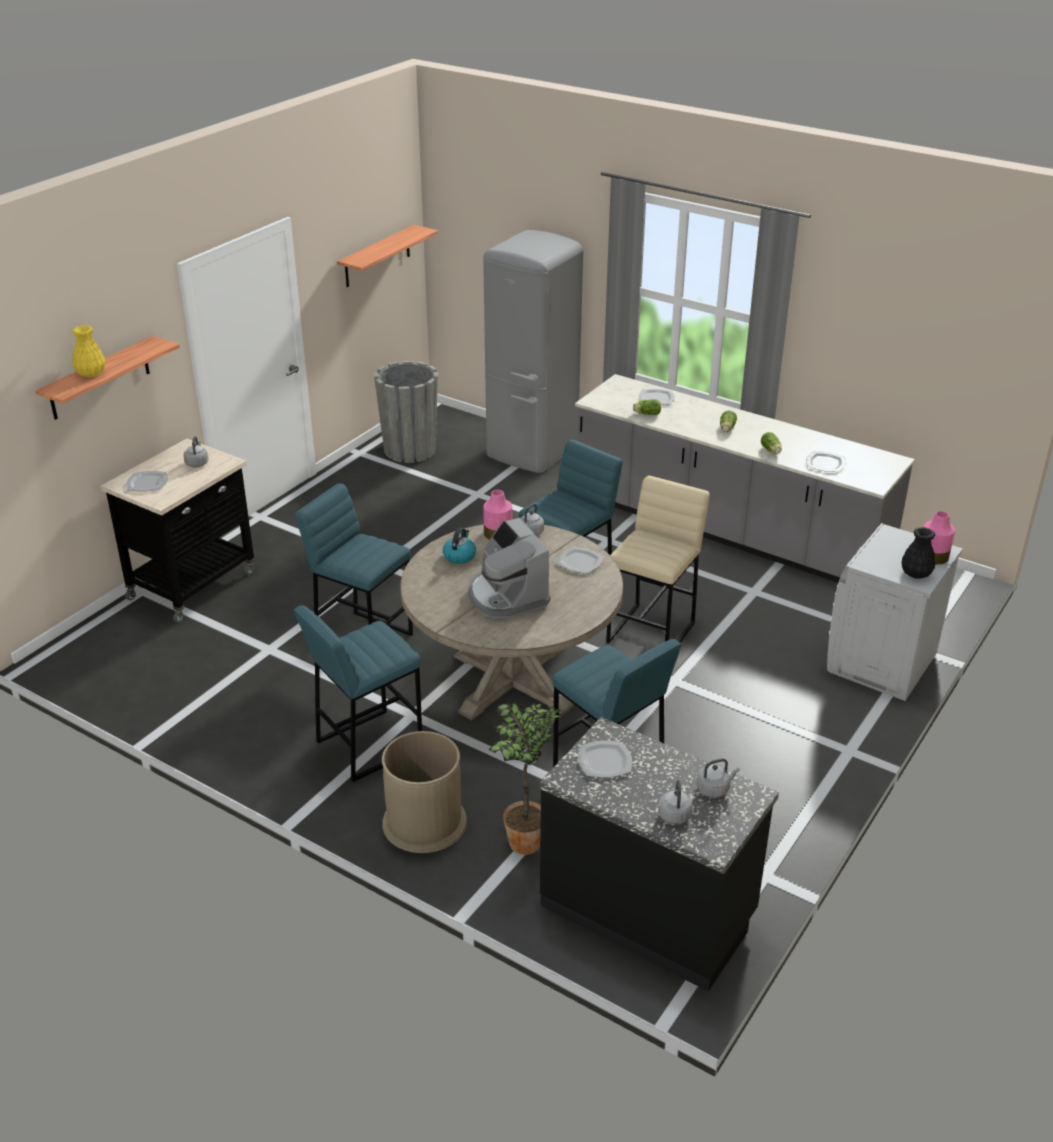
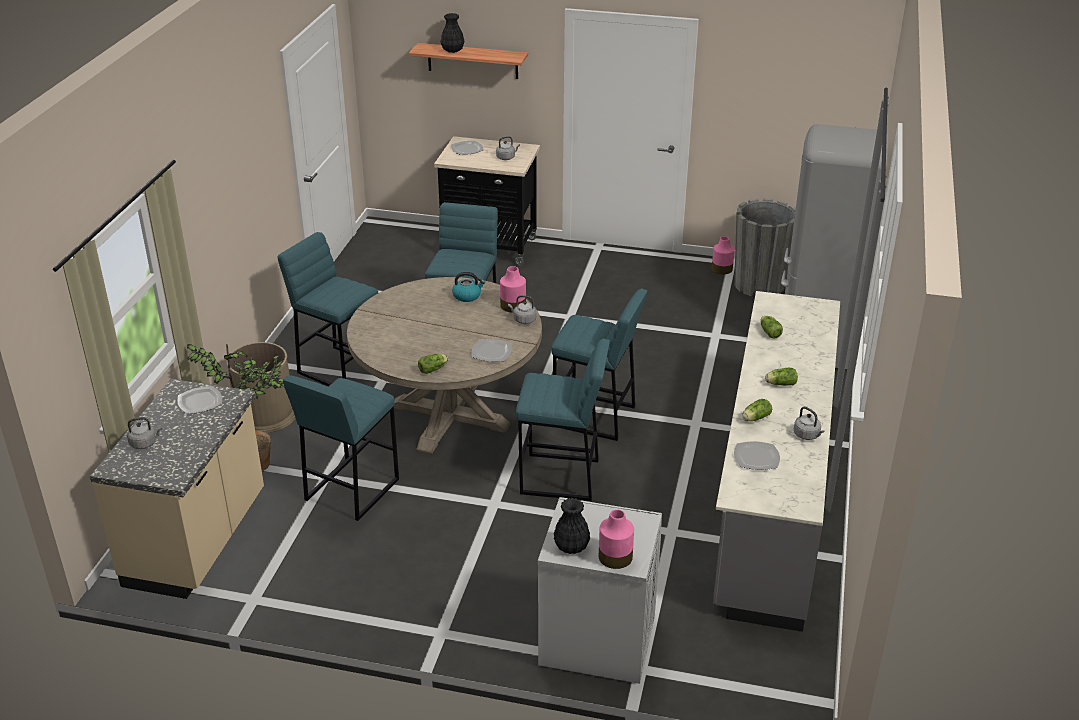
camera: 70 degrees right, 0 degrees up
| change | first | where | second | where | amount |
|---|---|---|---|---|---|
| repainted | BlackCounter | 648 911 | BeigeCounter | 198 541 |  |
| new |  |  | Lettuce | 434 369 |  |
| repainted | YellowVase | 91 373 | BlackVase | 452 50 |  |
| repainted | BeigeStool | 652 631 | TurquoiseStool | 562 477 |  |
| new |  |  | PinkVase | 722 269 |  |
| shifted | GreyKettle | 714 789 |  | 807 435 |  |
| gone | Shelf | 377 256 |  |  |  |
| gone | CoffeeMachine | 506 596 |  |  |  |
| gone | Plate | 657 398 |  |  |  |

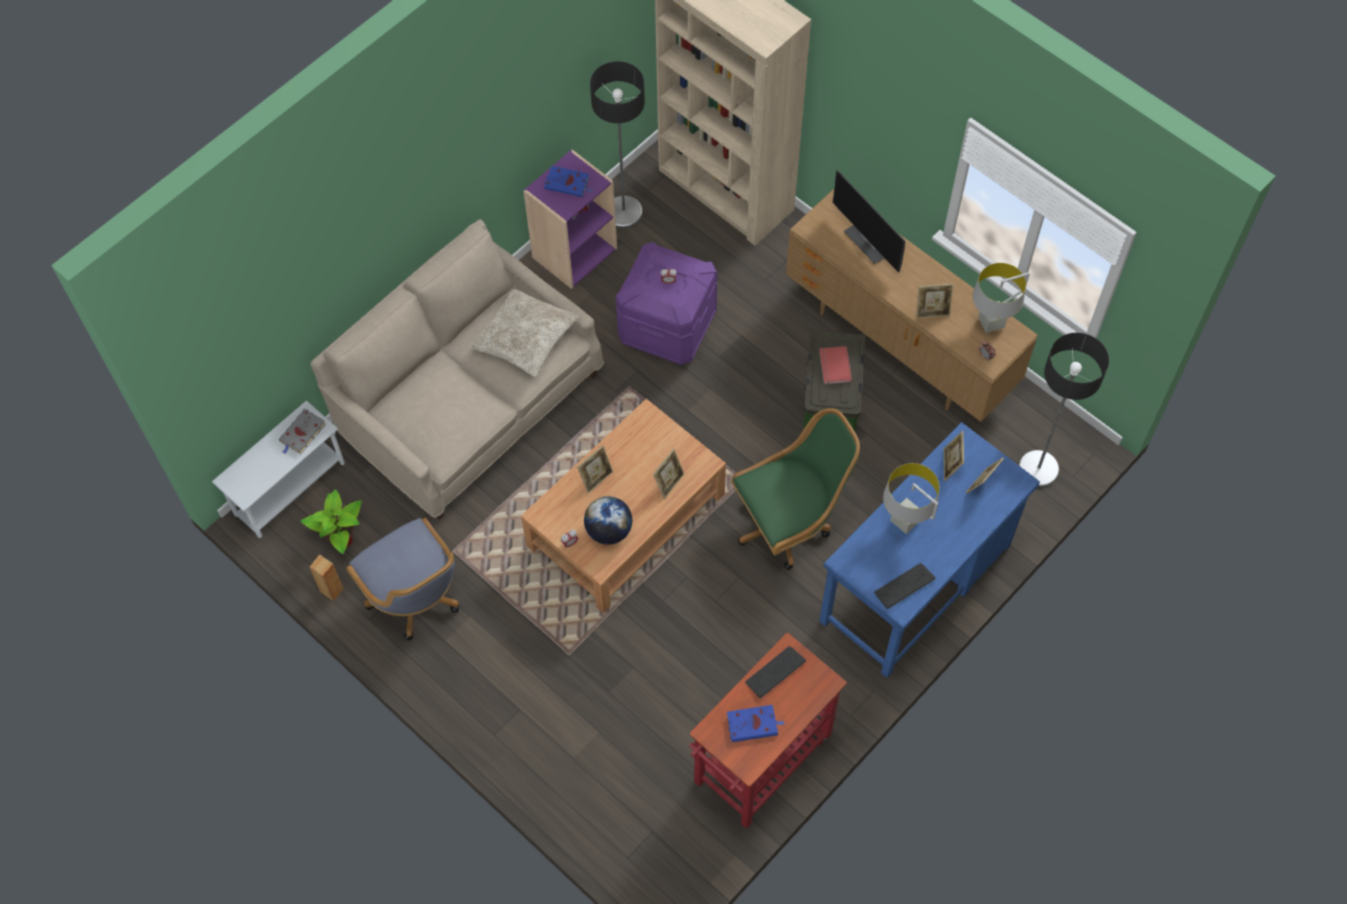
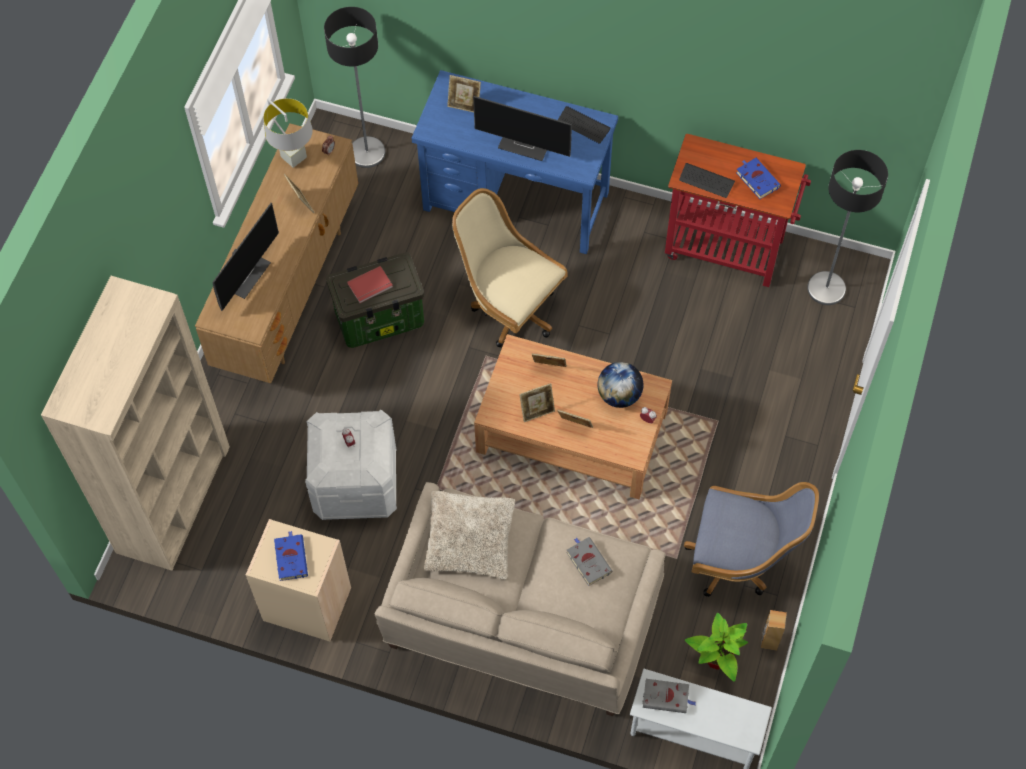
camera: 115 degrees left, 0 degrees up
| change | first | where | second | where | amount |
|---|---|---|---|---|---|
| repainted | PurpleBookcase | 574 251 | BeigeBookcase | 305 604 |  |
| repainted | PurpleStorageBox | 668 326 | WhiteStorageBox | 355 483 |  |
| repainted | GreenOfficeChair | 789 523 | BeigeOfficeChair | 508 308 |  |
| swapped | GreyTableLamp | 905 522 | Monitor | 526 144 |  |
| shifted | PictureFrame | 950 465 |  | 537 411 |  |
| new |  |  | GreyBook | 588 561 |  |
| rotated | BlueOfficeChair | 419 602 |  | 739 561 | 75 degrees clockwise |
| shifted | FloorLamp | 623 212 |  | 826 289 |  |

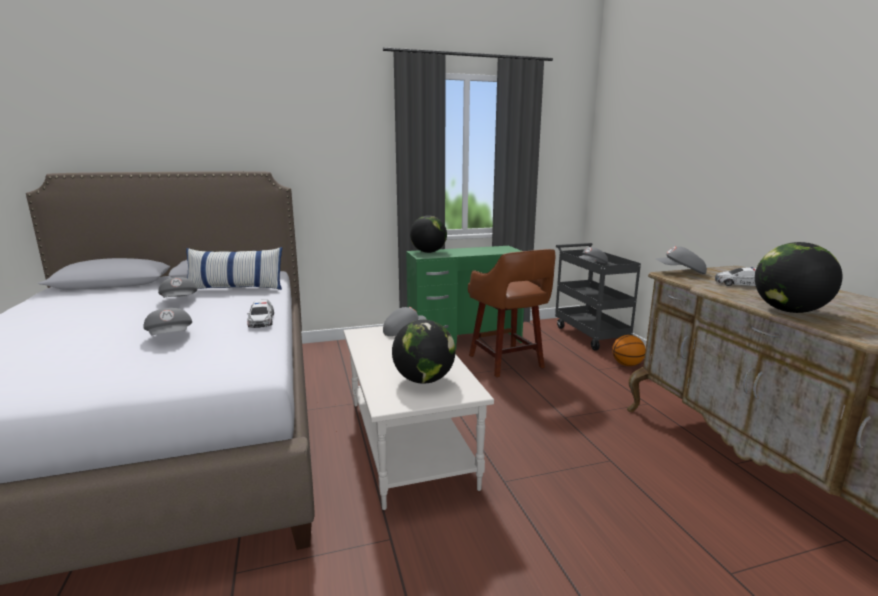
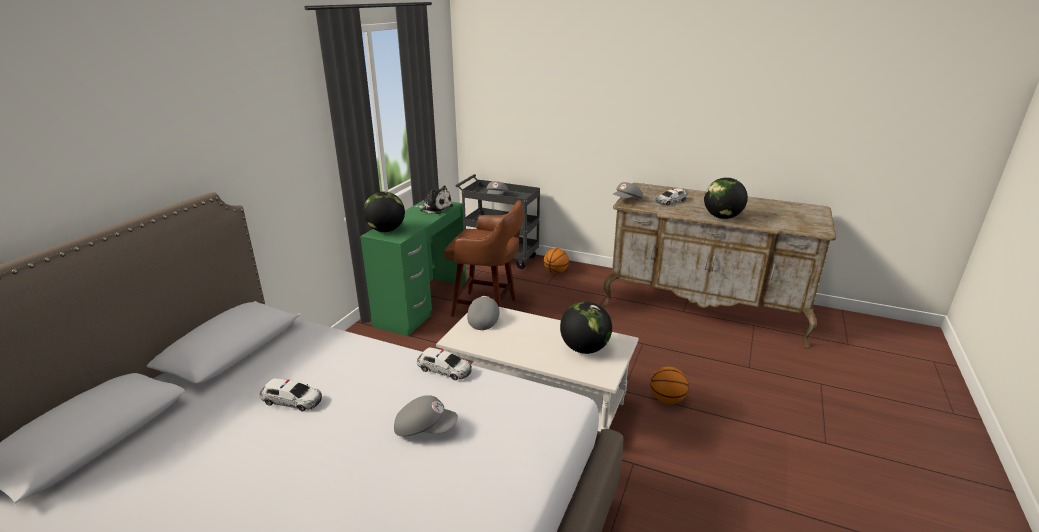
camera: 50 degrees left, 10 degrees up
| change | first | where | second | where | amount |
|---|---|---|---|---|---|
| swapped | GreyCap | 180 301 | ToyCar | 292 400 |  |
| new |  |  | PlushToy | 434 208 |  |
| new |  |  | Basketball | 666 399 |  |
| gone | Pillow | 235 288 |  |  |  |

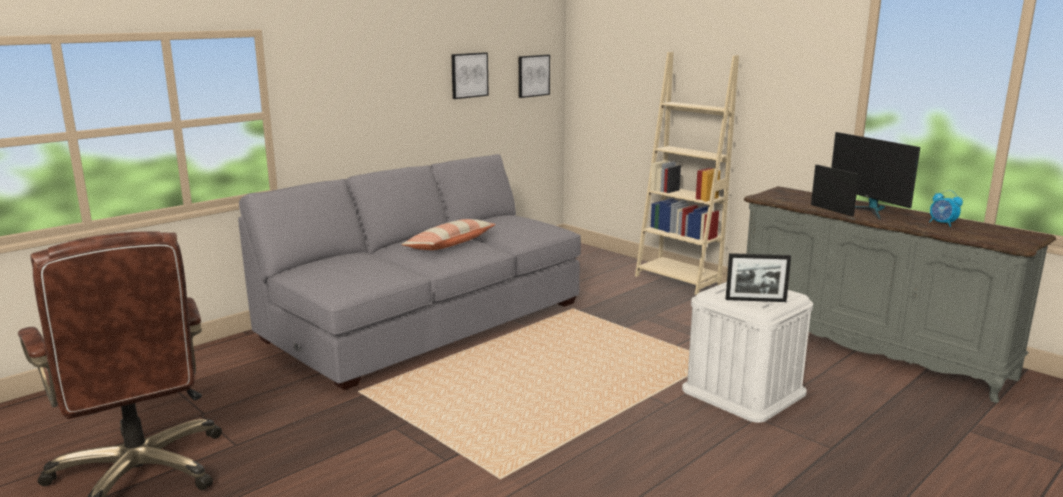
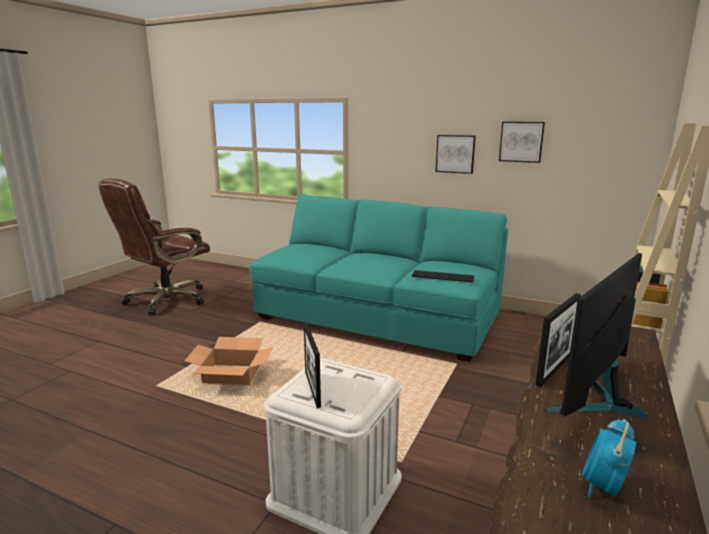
camera: 70 degrees right, 0 degrees up
| change | first | where | second | where | amount |
|---|---|---|---|---|---|
| new |  |  | CardboardBox | 231 375 |  |
| repainted | GreySofa | 425 320 | TurquoiseSofa | 376 316 |  |
| new |  |  | Keyboard | 443 276 |  |
| shifted | Picture | 533 75 |  | 455 154 |  |
| gone | Pillow | 450 244 |  |  |  |

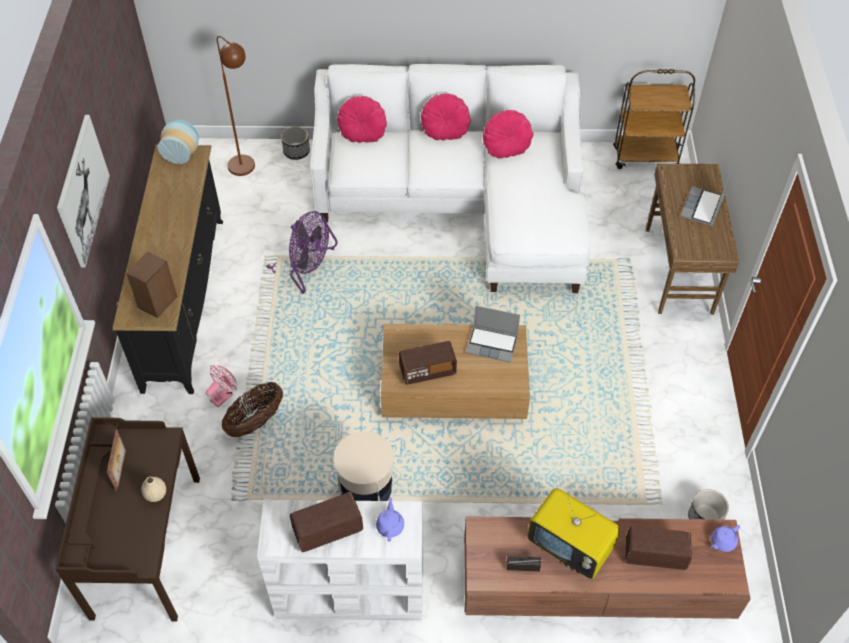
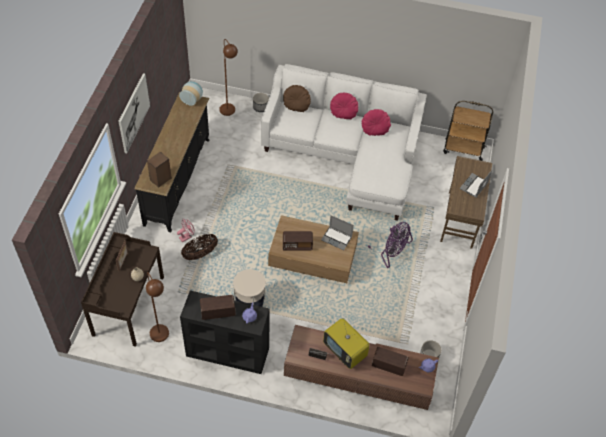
camera: 10 degrees right, 0 degrees up
| change | first | where | second | where | amount |
|---|---|---|---|---|---|
| new |  |  | BrownFloorLamp | 162 338 |  |
| repainted | WhiteBookcase | 350 593 | BlackBookcase | 227 352 |  |
| repainted | PinkPillow | 363 136 | BrownPillow | 296 107 |  |
| shifted | PurpleFan | 305 268 |  | 390 252 |  |

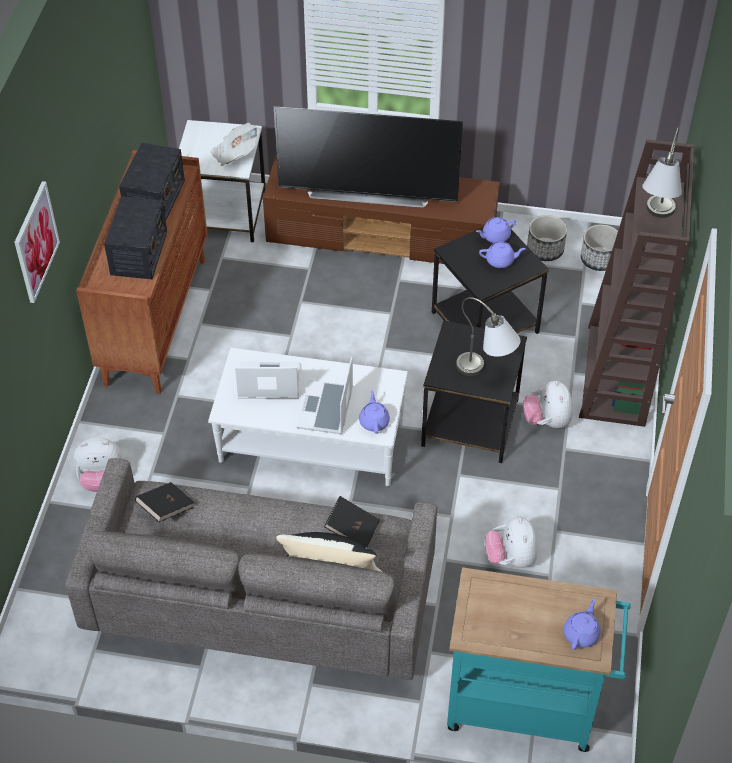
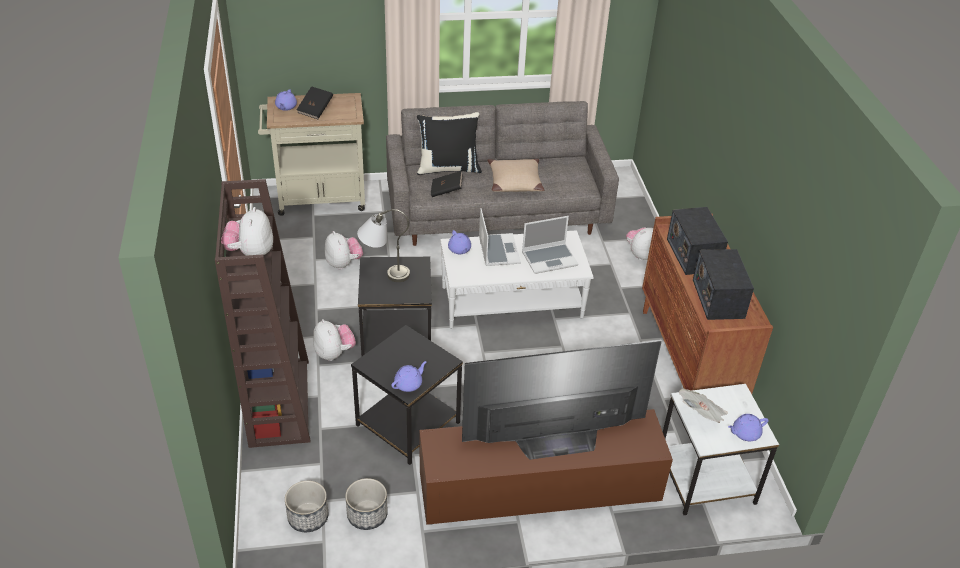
camera: 160 degrees right, 10 degrees down
| change | first | where | second | where | amount |
|---|---|---|---|---|---|
| swapped | GreyTableLamp | 655 220 | PlushToy | 250 253 |  |
| repainted | TurquoiseCart | 526 706 | BeigeCart | 318 199 |  |
| shifted | BlackBook | 166 509 |  | 315 110 |  |
| new |  |  | BeigePillow | 514 181 |  |
| shifted | PurpleTeapot | 500 261 |  | 745 433 |  |
| gone | Picture | 35 242 |  |  |  |

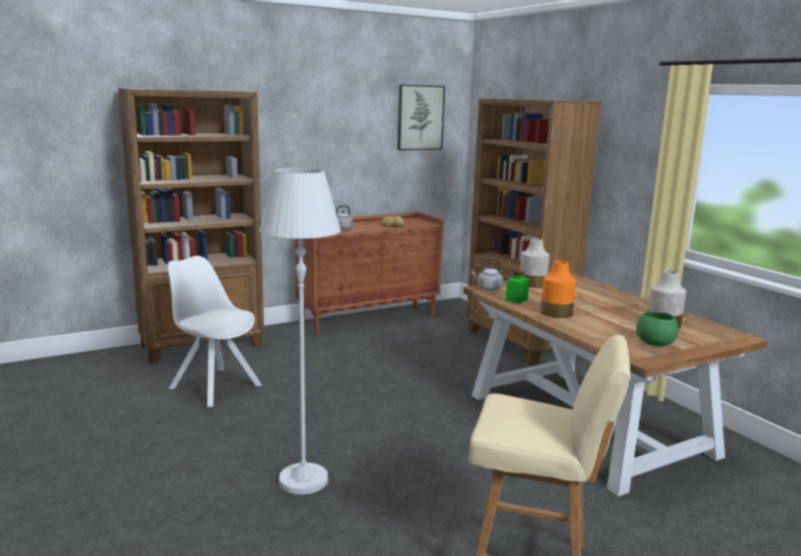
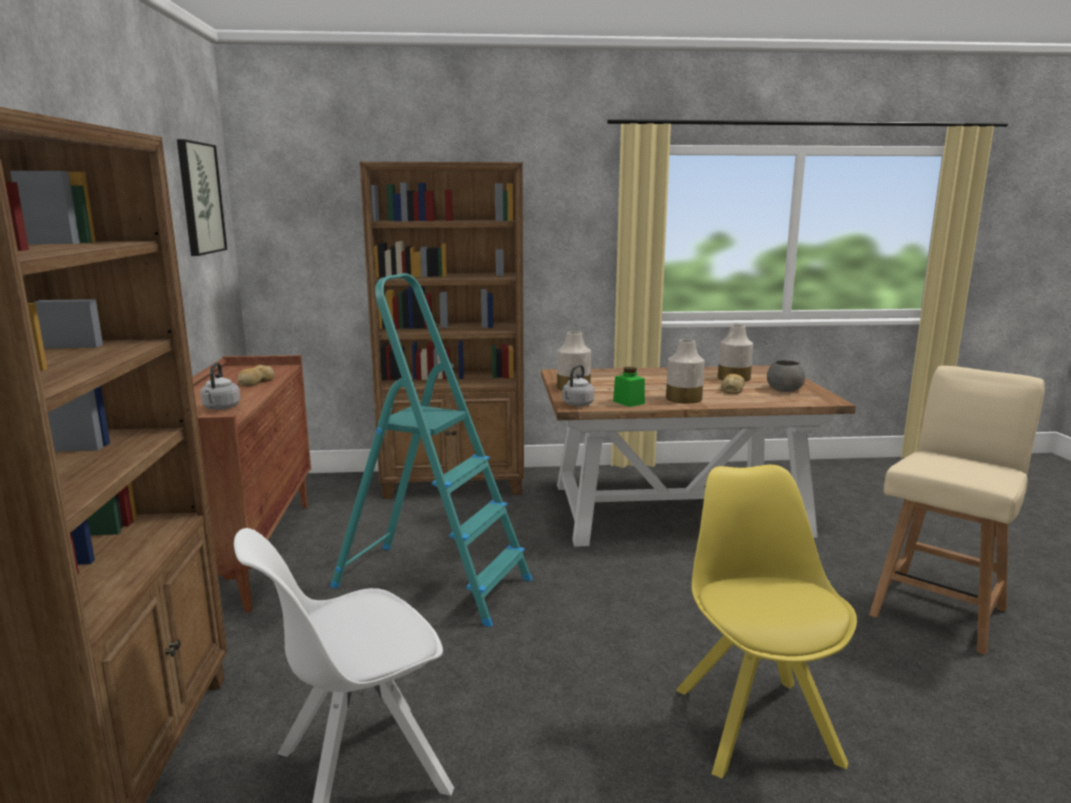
camera: 65 degrees left, 0 degrees up
| change | first | where | second | where | amount |
|---|---|---|---|---|---|
| new |  |  | TurquoiseStepLadder | 433 583 |  |
| repainted | OrangeVase | 556 312 | BeigeVase | 683 398 |  |
| swapped | WhiteFloorLamp | 303 480 | YellowChair | 755 723 |  |
| new |  |  | Bread | 732 389 |  |
| repainted | GreenBowl | 654 342 | GreyBowl | 784 389 |  |

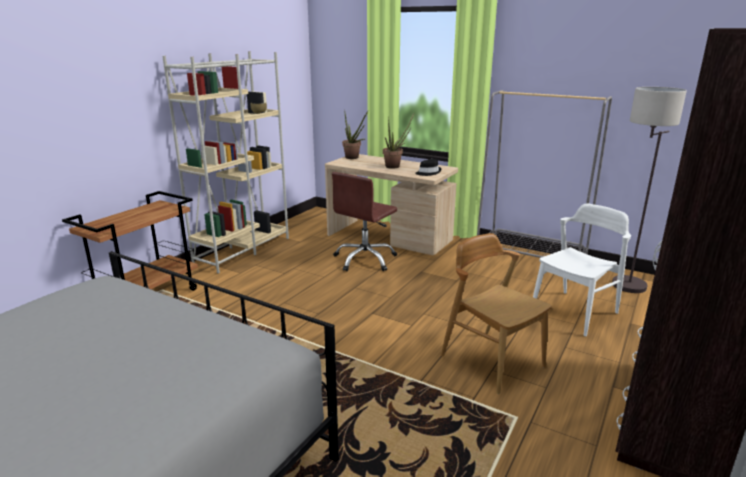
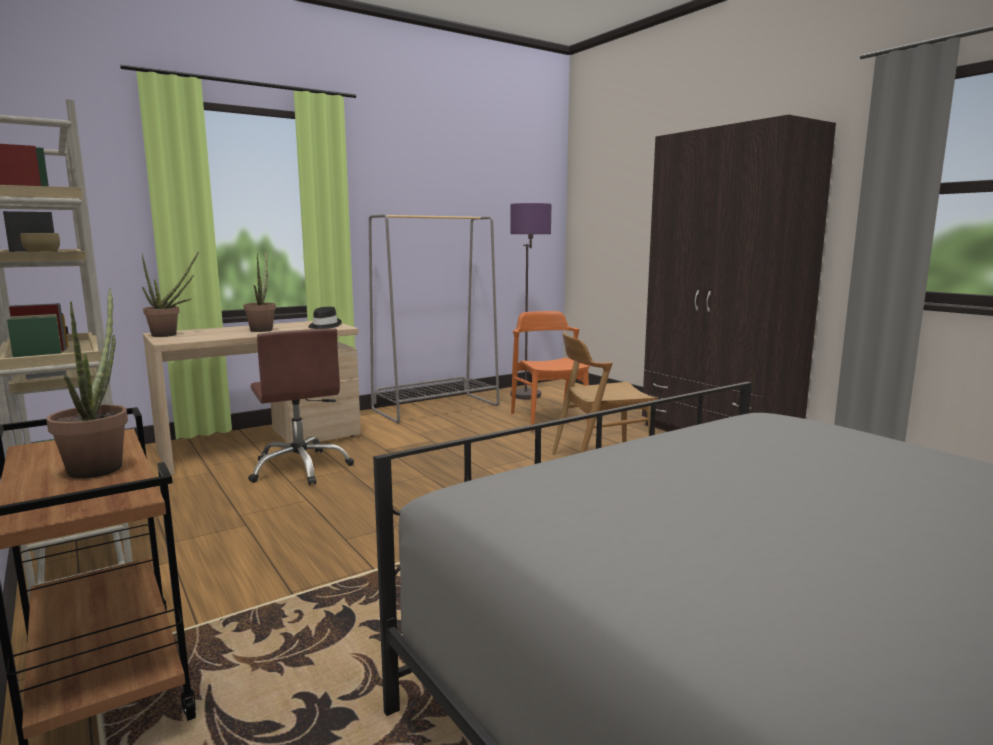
camera: 65 degrees left, 10 degrees down
| change | first | where | second | where | amount |
|---|---|---|---|---|---|
| new |  |  | PottedPlant | 100 466 |  |
| repainted | GreyFloorLamp | 623 288 | PurpleFloorLamp | 527 398 |  |
| repainted | WhiteChair | 574 312 | OrangeChair | 549 419 |  |

